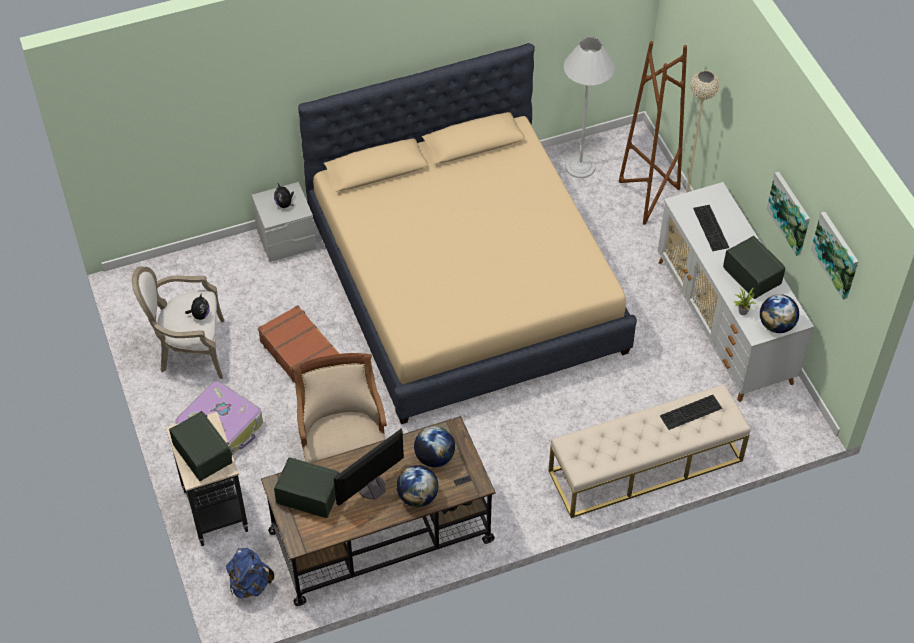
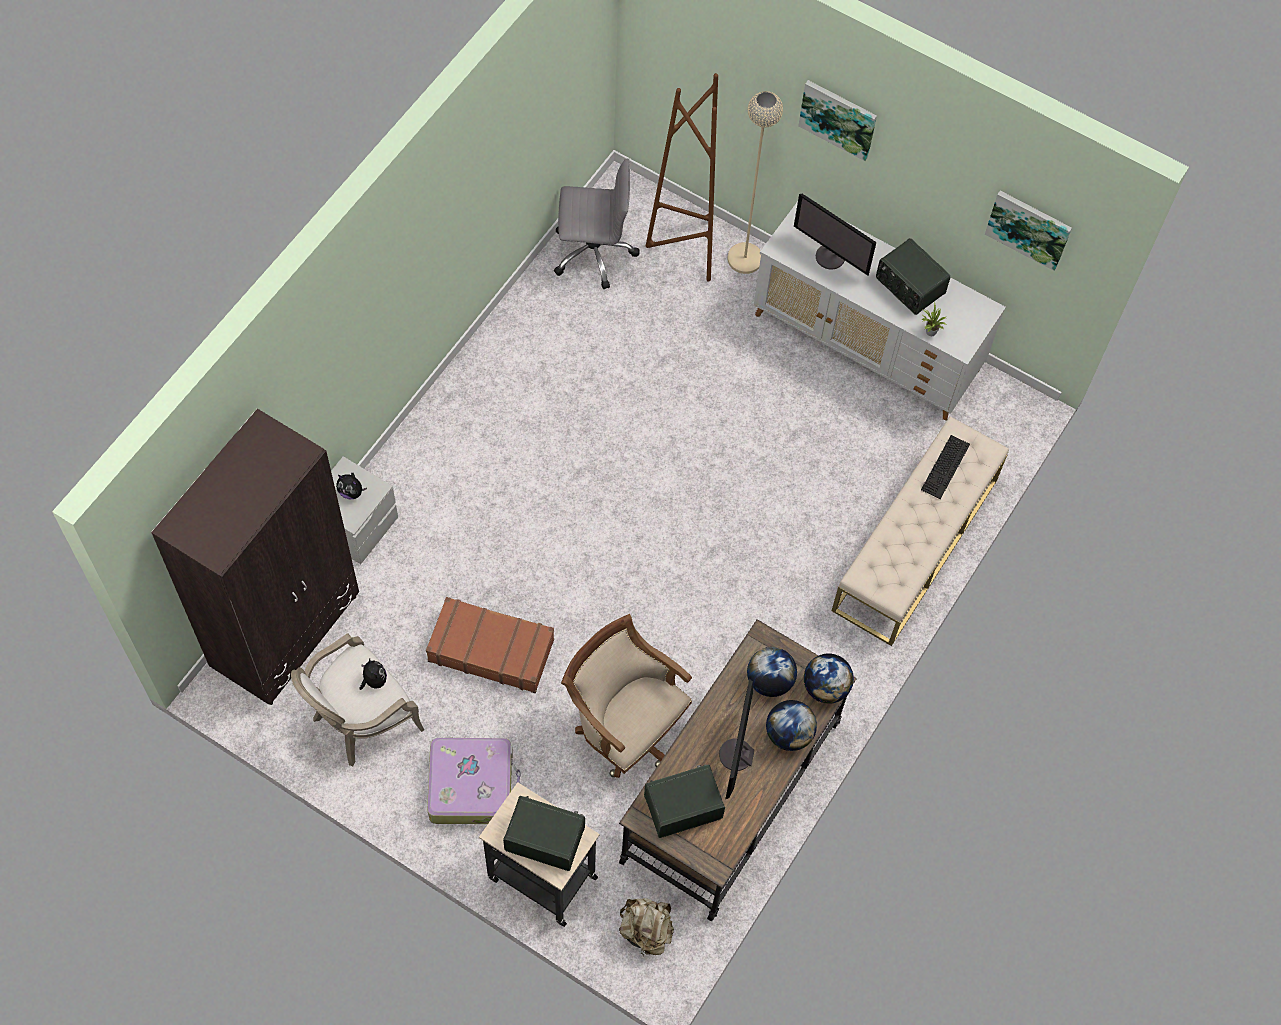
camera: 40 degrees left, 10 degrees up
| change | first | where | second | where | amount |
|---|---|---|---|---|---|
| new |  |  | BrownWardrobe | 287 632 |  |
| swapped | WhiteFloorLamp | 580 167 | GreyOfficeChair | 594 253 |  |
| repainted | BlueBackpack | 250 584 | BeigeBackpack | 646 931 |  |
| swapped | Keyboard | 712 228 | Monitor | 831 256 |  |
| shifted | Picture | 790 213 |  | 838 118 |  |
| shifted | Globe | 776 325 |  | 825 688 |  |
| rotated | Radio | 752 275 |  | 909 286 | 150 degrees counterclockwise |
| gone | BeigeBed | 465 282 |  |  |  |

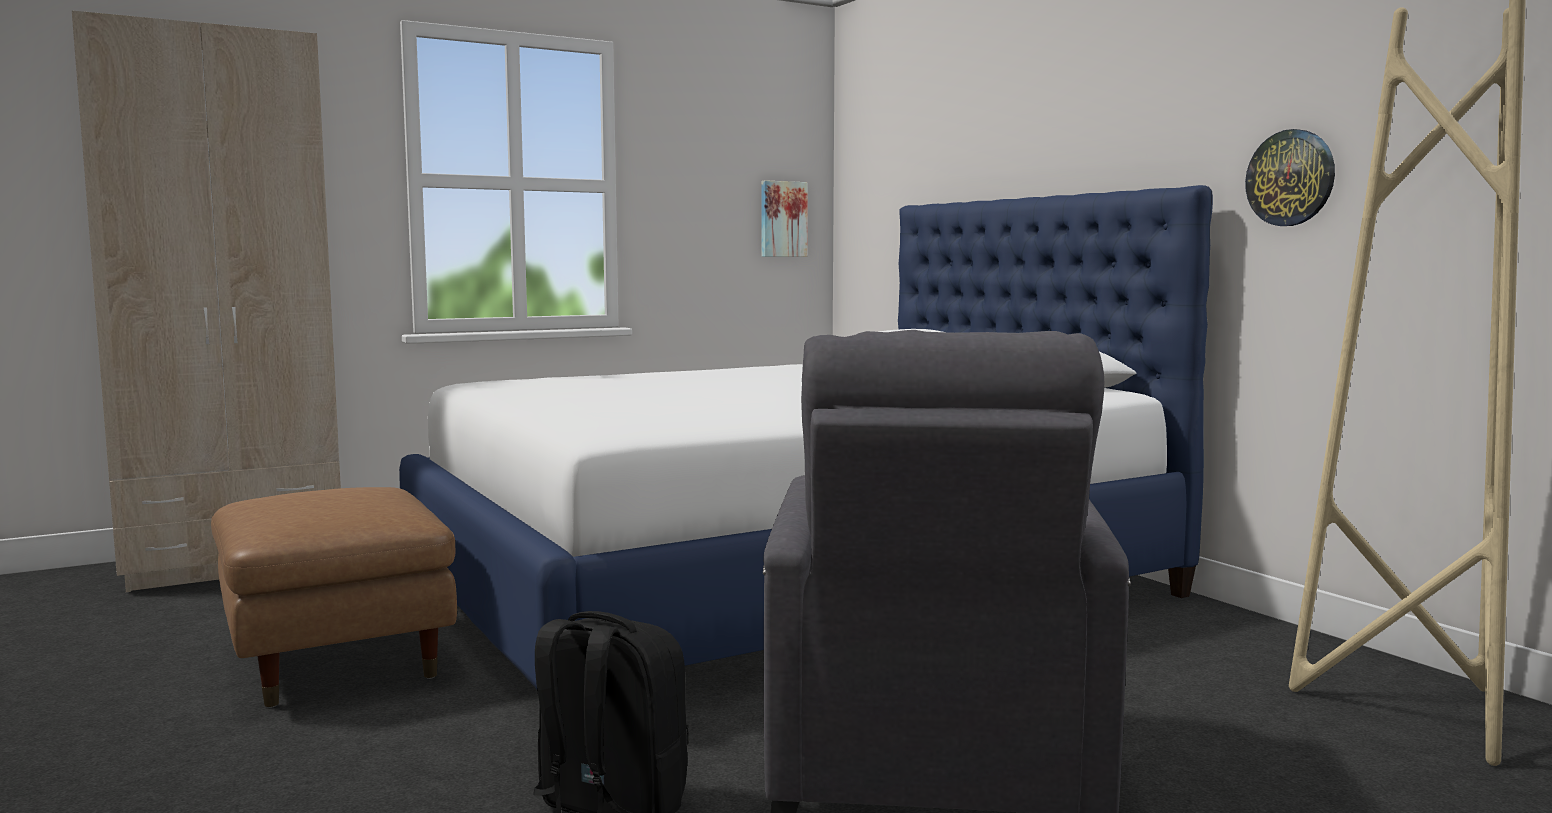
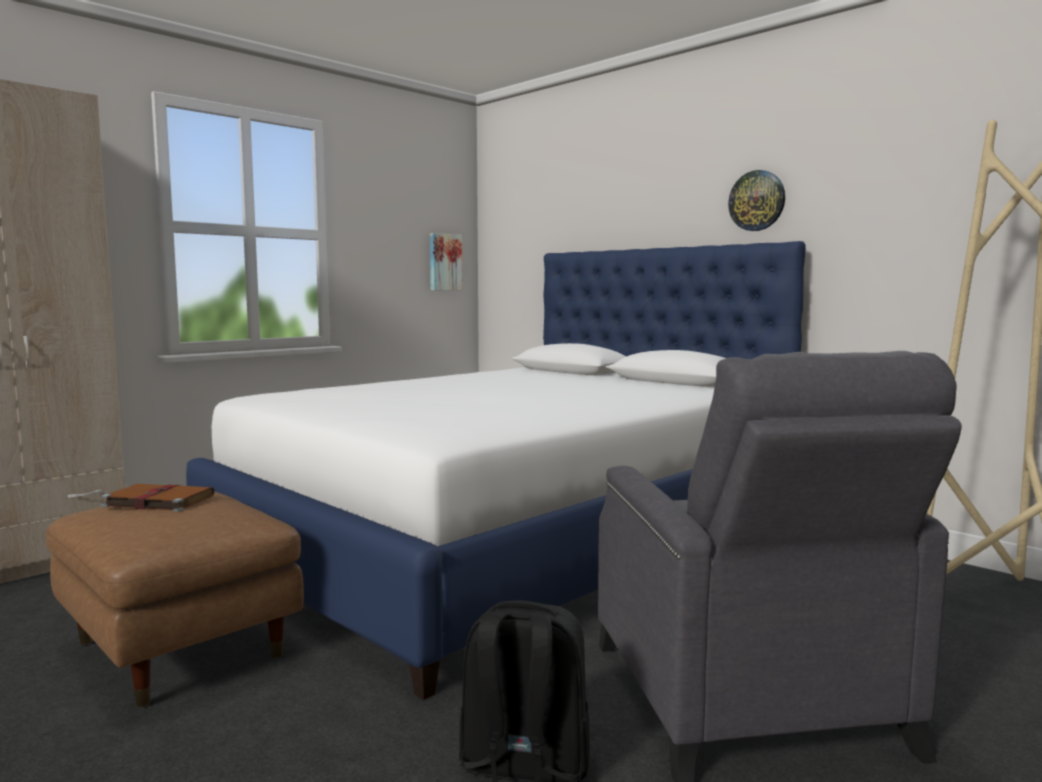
camera: 15 degrees left, 0 degrees up
| change | first | where | second | where | amount |
|---|---|---|---|---|---|
| new |  |  | BrownBook | 157 501 |  |
| shifted | WallClock | 1290 178 |  | 757 201 |  |

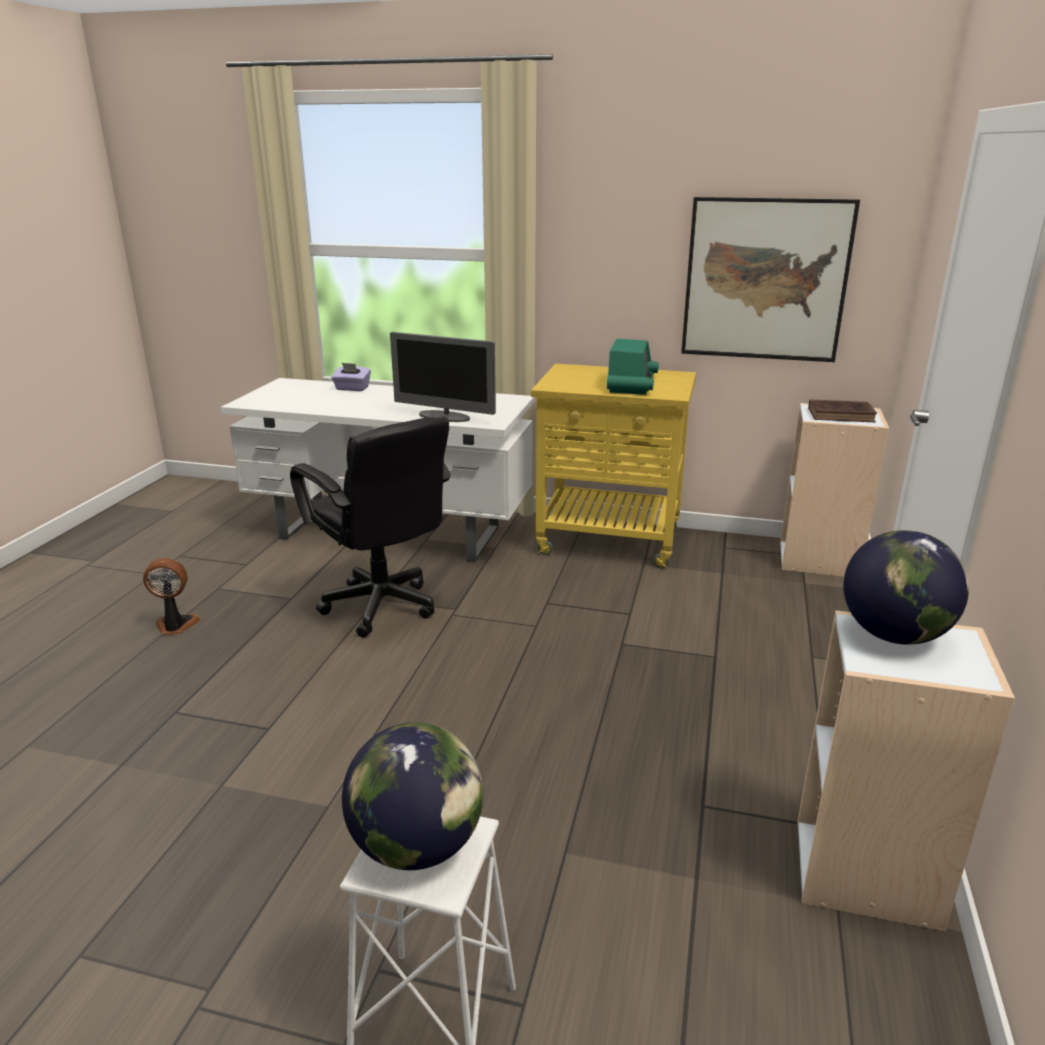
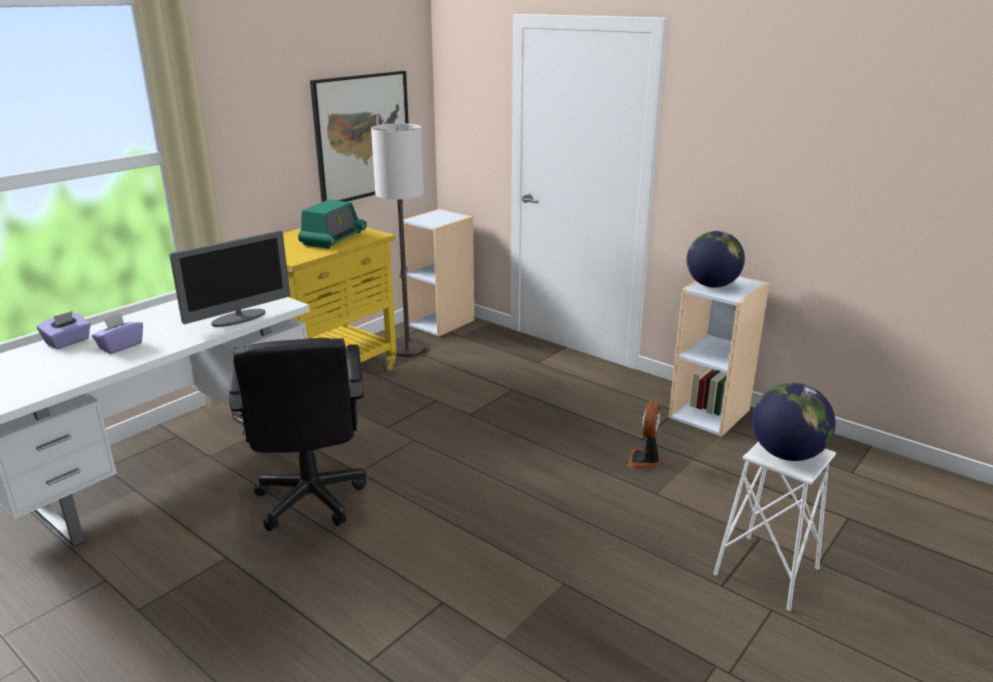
camera: 65 degrees left, 0 degrees up
| change | first | where | second | where | amount |
|---|---|---|---|---|---|
| new |  |  | PurpleTissueBox | 120 346 |  |
| rotated | BlackOfficeChair | 384 609 |  | 312 504 | 90 degrees clockwise |
| rotated | Radio | 631 384 |  | 333 238 | 75 degrees clockwise |
| new |  |  | FloorLamp | 407 349 |  |
| shifted | Fan | 175 626 |  | 645 461 |  |
| gone | BrownBook | 842 415 |  |  |  |

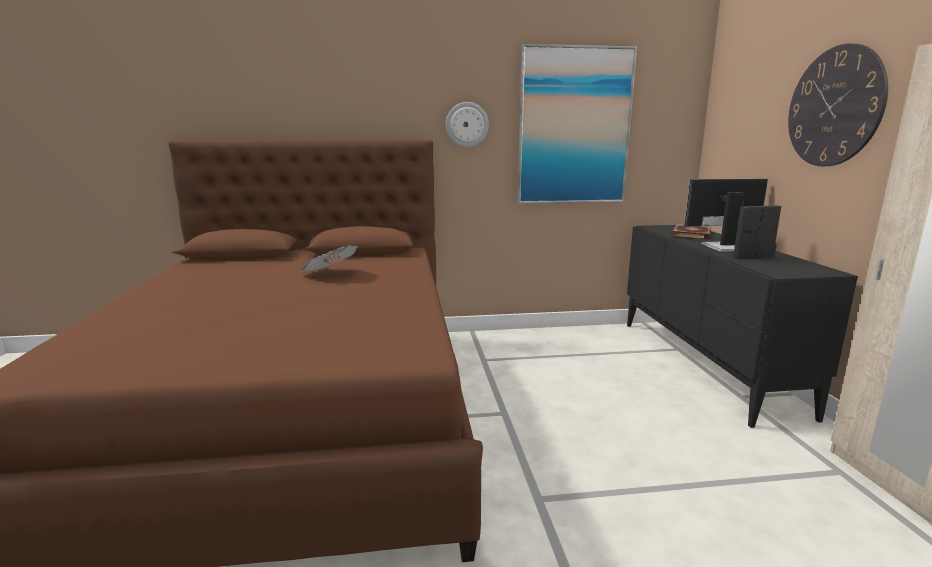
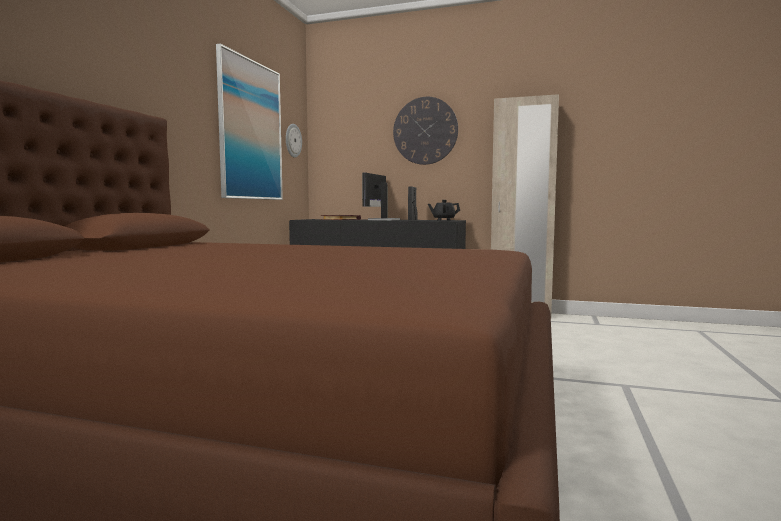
camera: 65 degrees left, 10 degrees down
| change | first | where | second | where | amount |
|---|---|---|---|---|---|
| shifted | WallClock | 467 124 |  | 292 140 |  |
| new |  |  | BlackTeapot | 443 220 |  |
| gone | Newspaper | 330 274 |  |  |  |

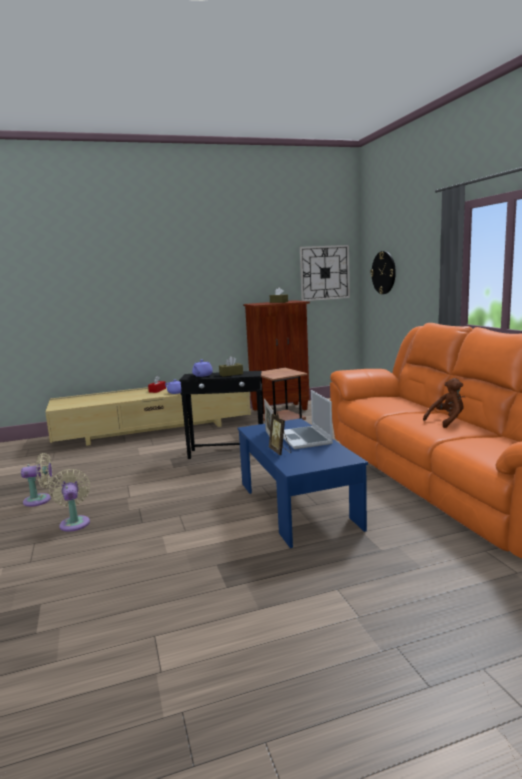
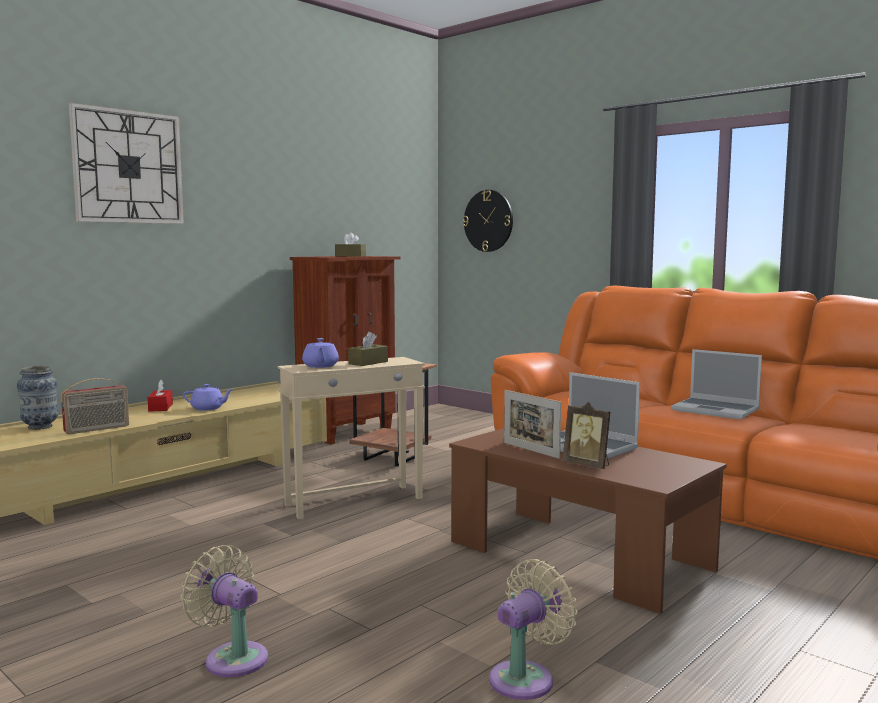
camera: 30 degrees left, 5 degrees down
| change | first | where | second | where | amount |
|---|---|---|---|---|---|
| new |  |  | Vase | 40 427 |  |
| new |  |  | Radio | 97 429 |  |
| shifted | WallClock | 324 273 |  | 128 167 |  |
| repainted | BlackSideTable | 227 453 | BeigeSideTable | 355 501 |  |
| repainted | BlueCoffeeTable | 297 505 | BrownCoffeeTable | 578 555 |  |
| shifted | BeigeFan | 40 500 |  | 526 678 |  |
| swapped | BrownPlushToy | 447 421 | Laptop | 716 410 |  |

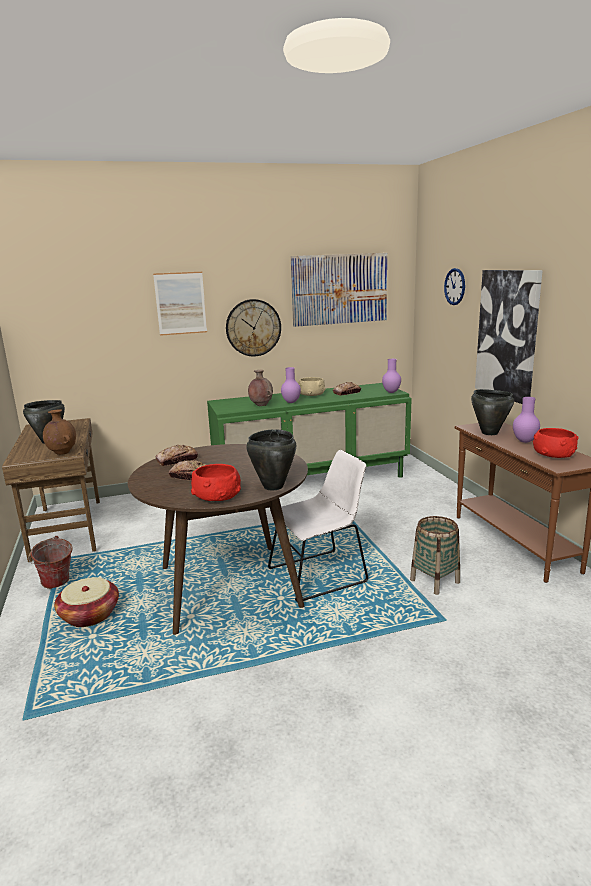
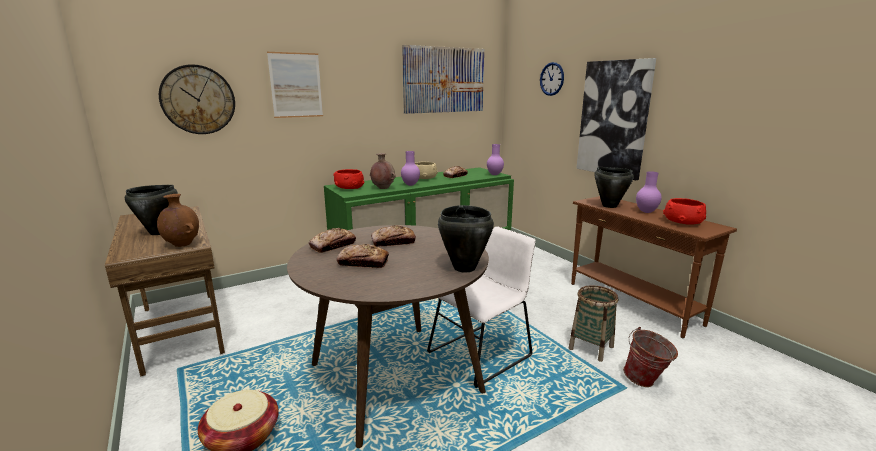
camera: 15 degrees left, 0 degrees up
| change | first | where | second | where | amount |
|---|---|---|---|---|---|
| shifted | WallClock | 253 328 |  | 198 100 |  |
| shifted | RedBowl | 217 496 |  | 349 187 |  |
| new |  |  | Bread | 393 242 |  |
| shifted | Bucket | 56 585 |  | 646 382 |  |

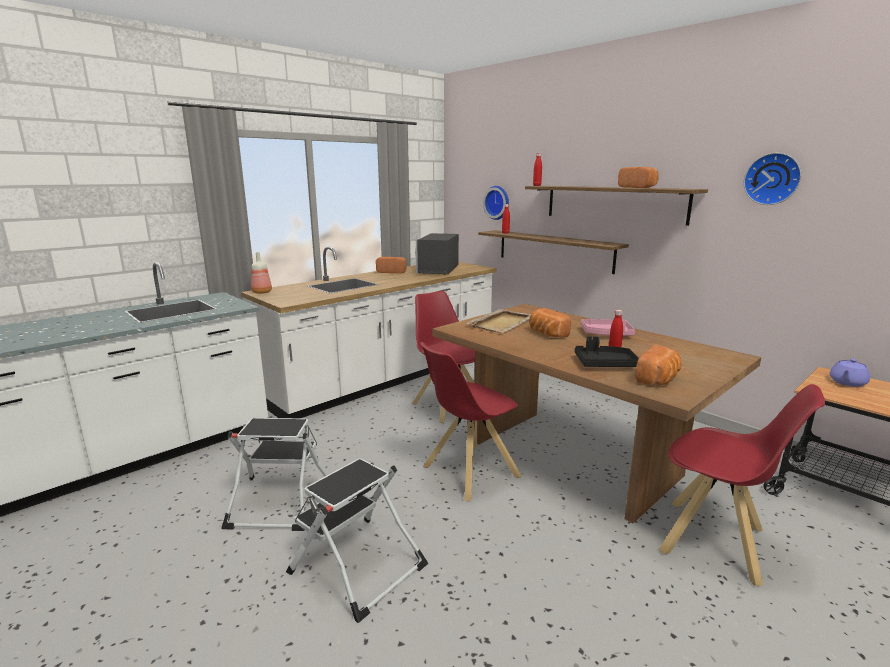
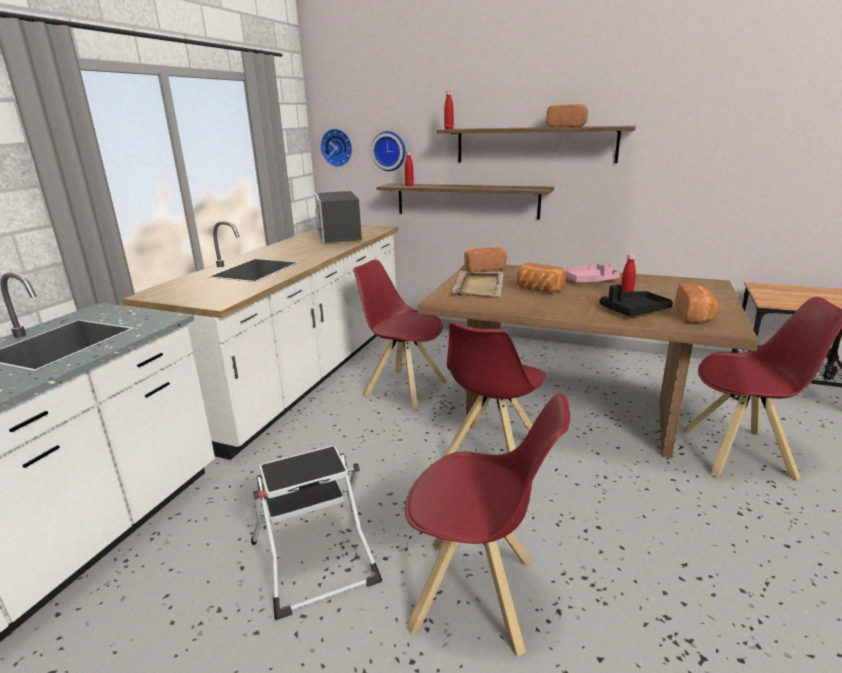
camera: 25 degrees left, 5 degrees up
| change | first | where | second | where | amount |
|---|---|---|---|---|---|
| shifted | WallClock | 772 179 |  | 337 147 |  |
| swapped | StepLadder | 358 564 | RedChair | 478 594 |  |
| shifted | Bread | 392 272 |  | 483 268 |  |
| gone | Bottle | 261 292 |  |  |  |
| gone | PurpleTeapot | 847 383 |  |  |  |

